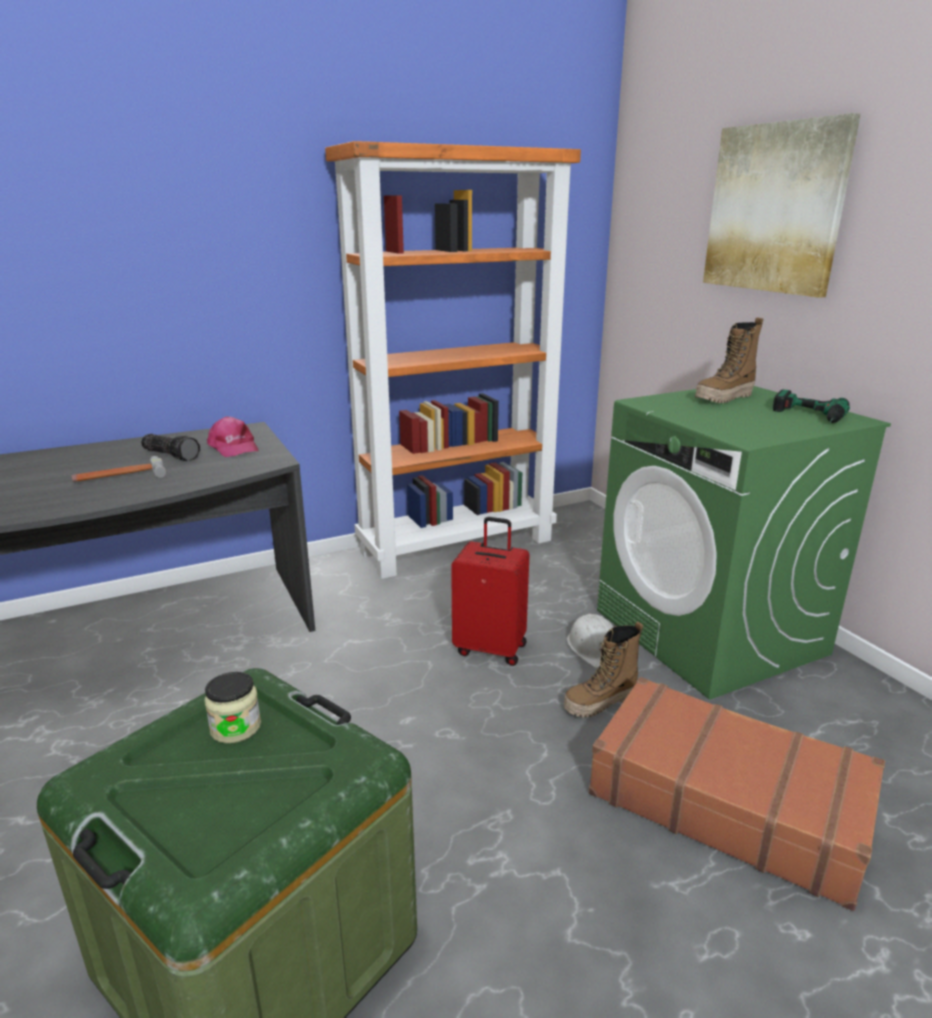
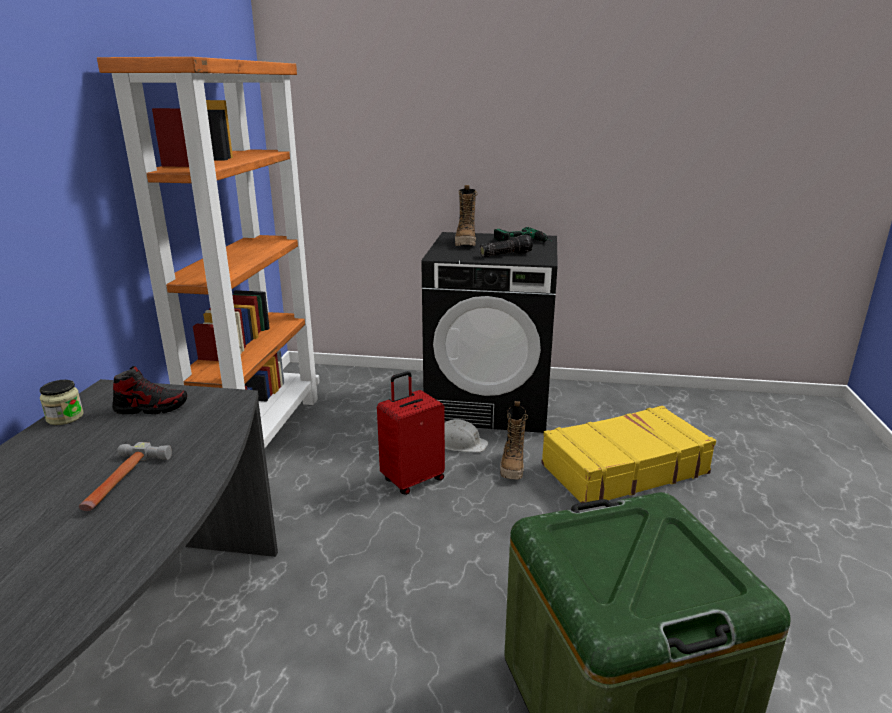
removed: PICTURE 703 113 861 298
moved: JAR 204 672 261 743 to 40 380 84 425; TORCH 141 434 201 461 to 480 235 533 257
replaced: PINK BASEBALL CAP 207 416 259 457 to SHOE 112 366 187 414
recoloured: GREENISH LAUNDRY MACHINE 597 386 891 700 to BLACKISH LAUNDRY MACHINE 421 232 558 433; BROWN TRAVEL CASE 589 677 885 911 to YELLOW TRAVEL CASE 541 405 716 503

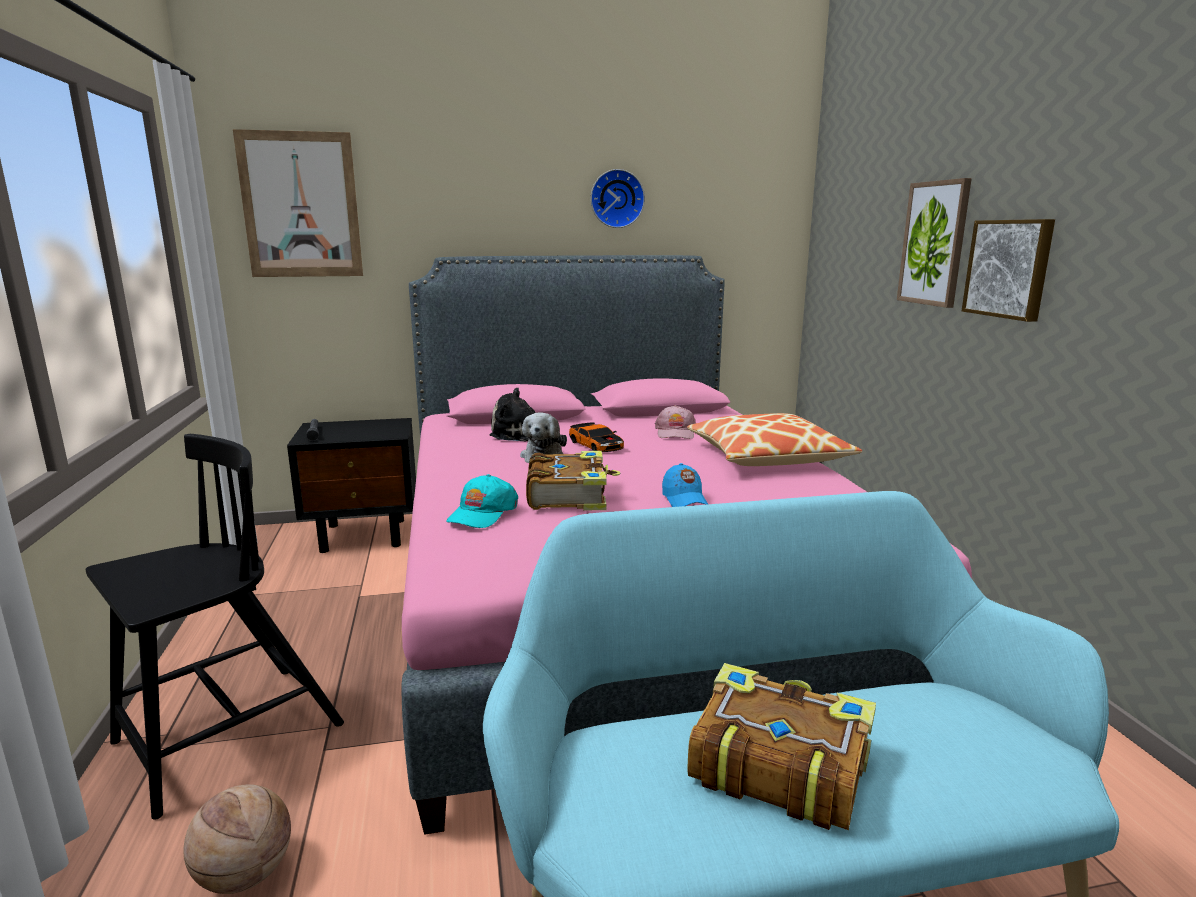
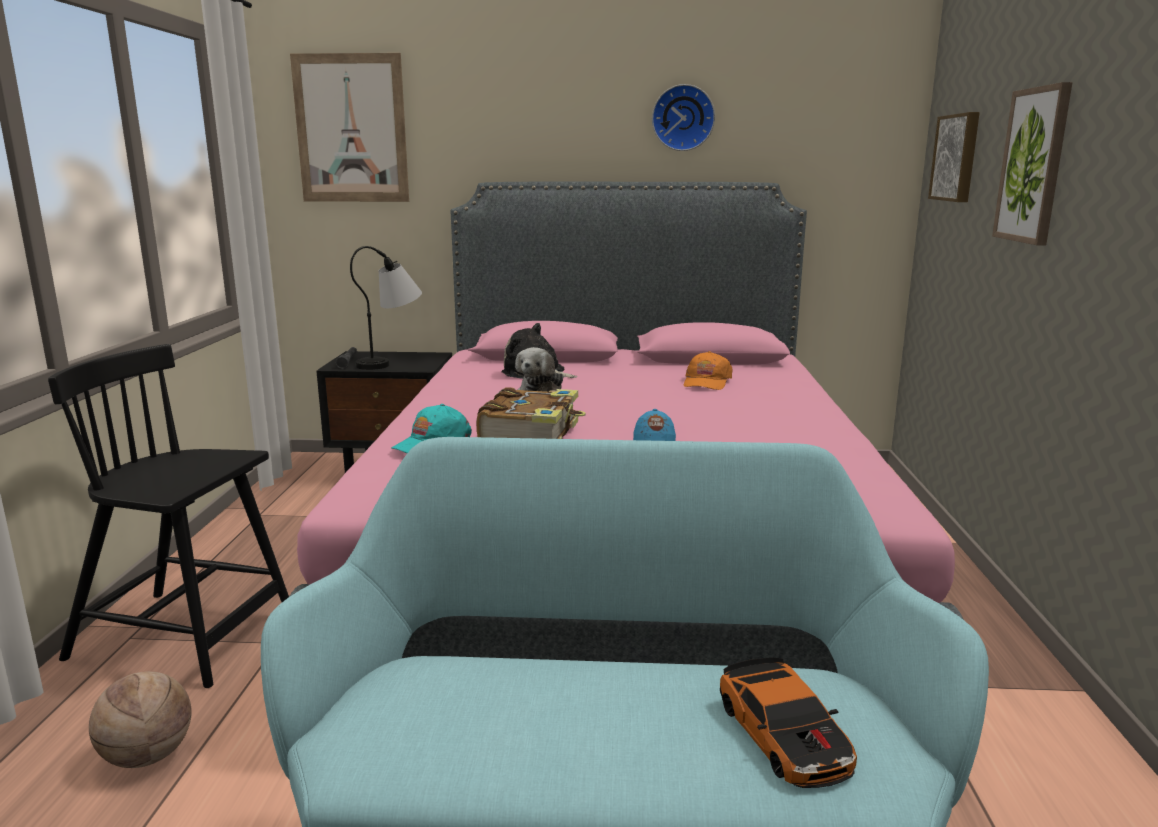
removed: CUSHION 687 413 862 466; BOOK 688 663 876 830
added: TABLETOP LAMP 350 246 422 370
moved: MINIATURE CAR 569 422 624 452 to 720 657 857 788; PICTURE 962 219 1055 322 to 928 112 980 202
recoloured: PINK BASEBALL CAP 655 405 696 439 to ORANGE BASEBALL CAP 683 351 733 390
turned: BLACKISH UPRIGHT CHAIR 86 434 344 820 = 48 344 289 688 135 degrees counterclockwise

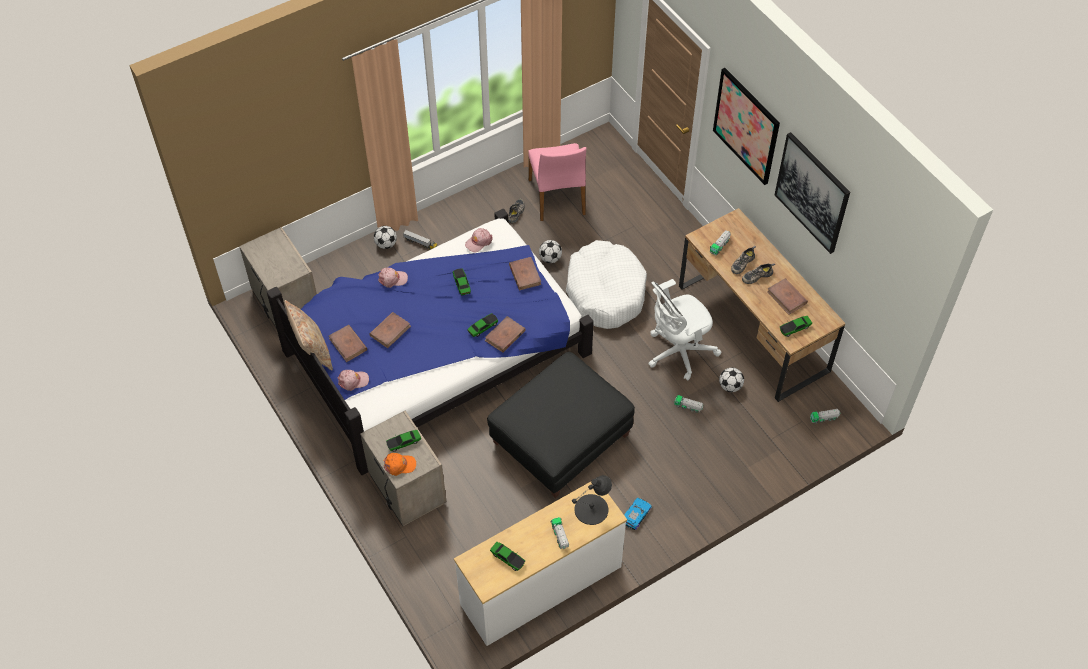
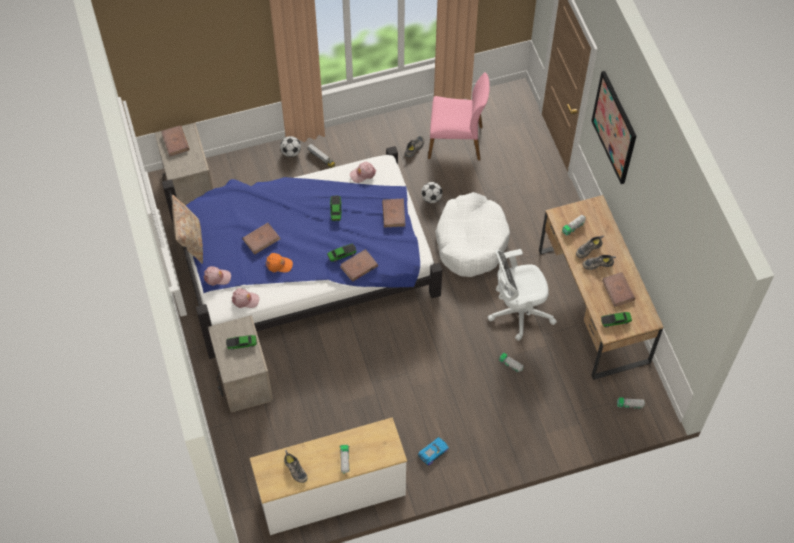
removed: BLACKISH FOOTREST 487 352 635 498; BLACKISH TABLETOP LAMP 572 475 612 525; FOOTBALL 719 368 744 392; PICTURE 775 132 850 254
moved: BROWN BOOK 329 325 367 362 to 161 125 190 157; PINK BASEBALL CAP 378 268 408 288 to 232 288 259 308; ORANGE BASEBALL CAP 383 453 416 476 to 266 253 293 272
replaced: MINIATURE CAR 490 542 525 571 to SHOE 284 450 308 483
turned: PINK UPRIGHT CHAIR 528 143 586 221 = 428 72 490 160 90 degrees counterclockwise

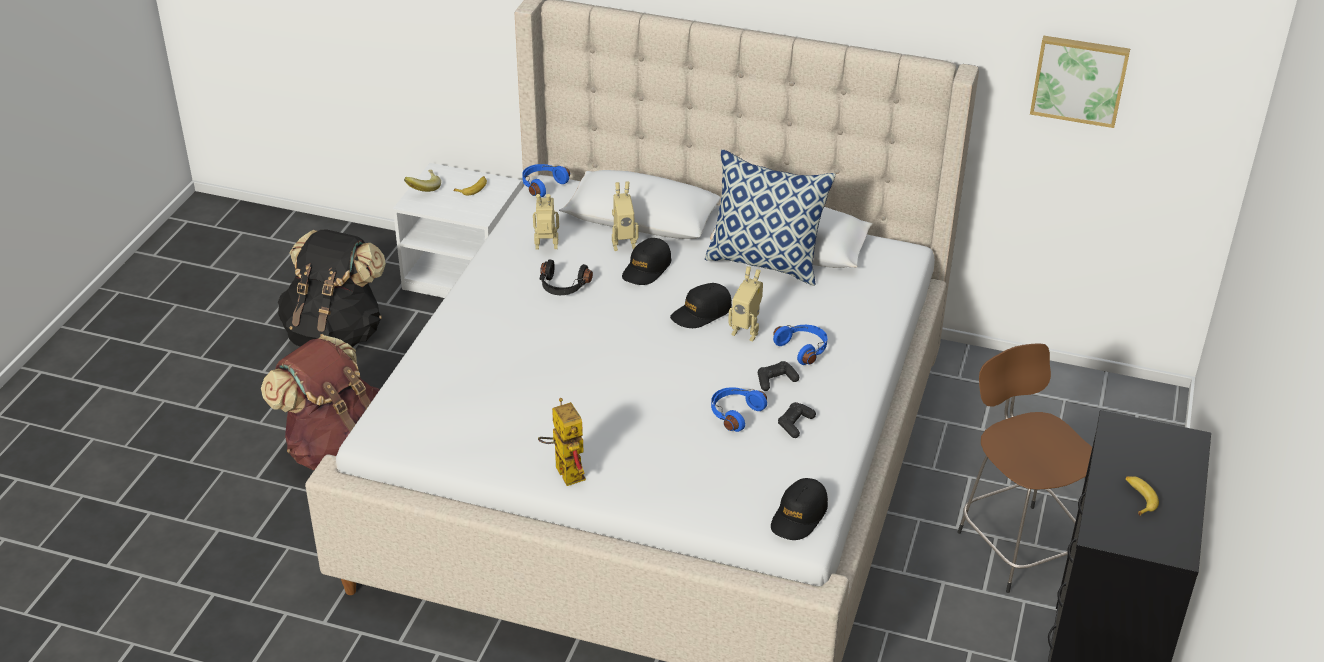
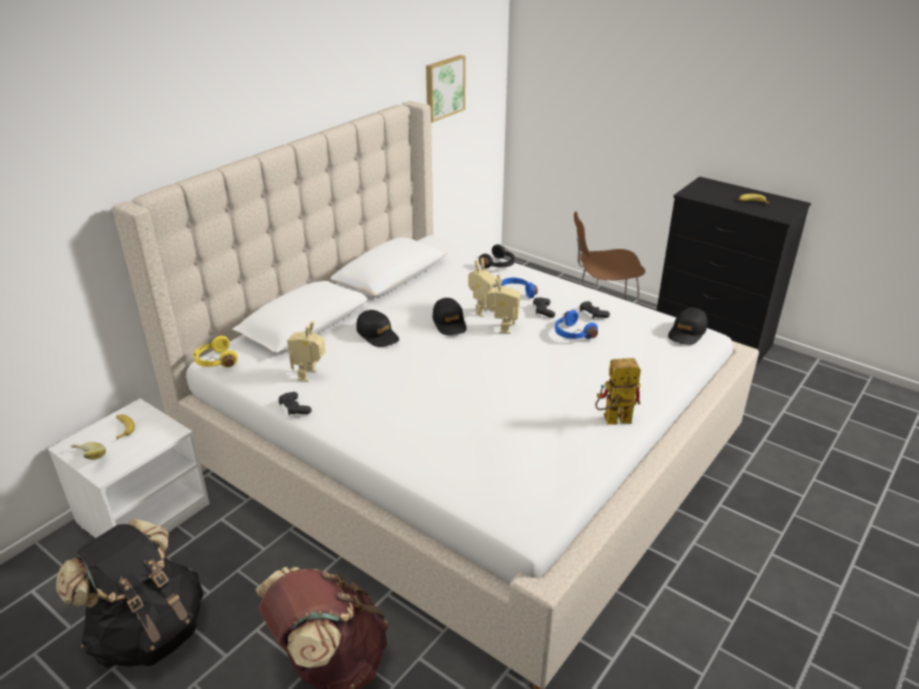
removed: CUSHION 705 149 836 286
added: BLACKISH GAMEPAD 279 392 312 416
moved: BLACKISH PAIR OF HEADPHONES 540 259 593 295 to 479 244 515 268; ROBOT FIGURE 612 181 639 251 to 487 274 520 334
recoloured: BLUE PAIR OF HEADPHONES 522 164 570 197 to YELLOW PAIR OF HEADPHONES 193 336 238 367
turned: BLACKISH BASEBALL CAP 771 478 828 540 = 668 307 707 345 75 degrees clockwise

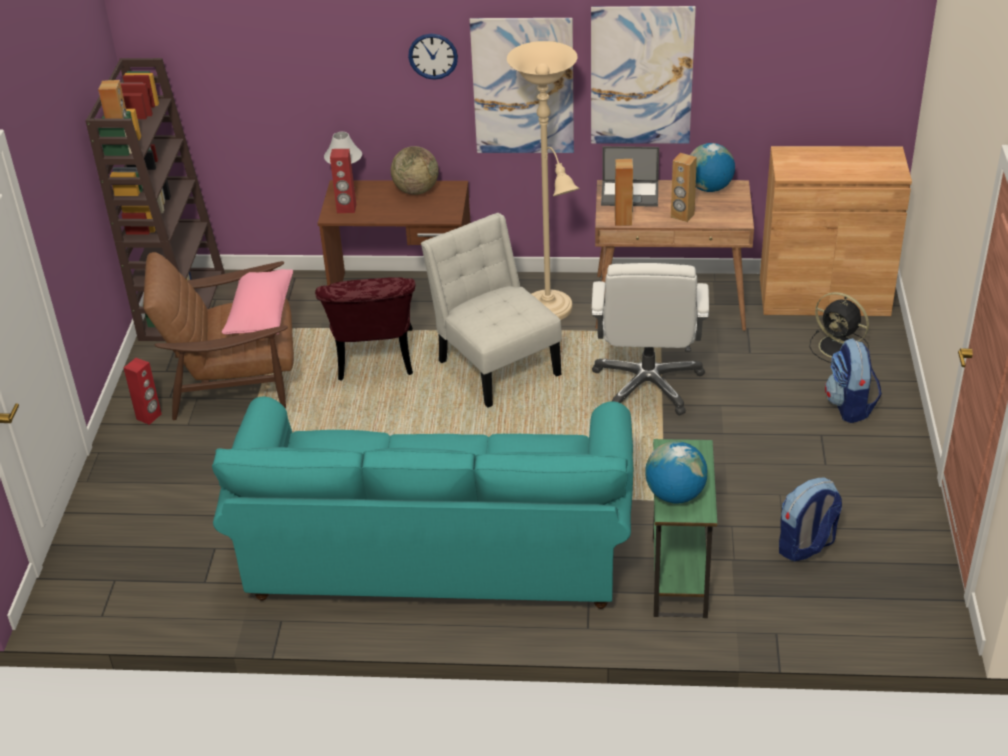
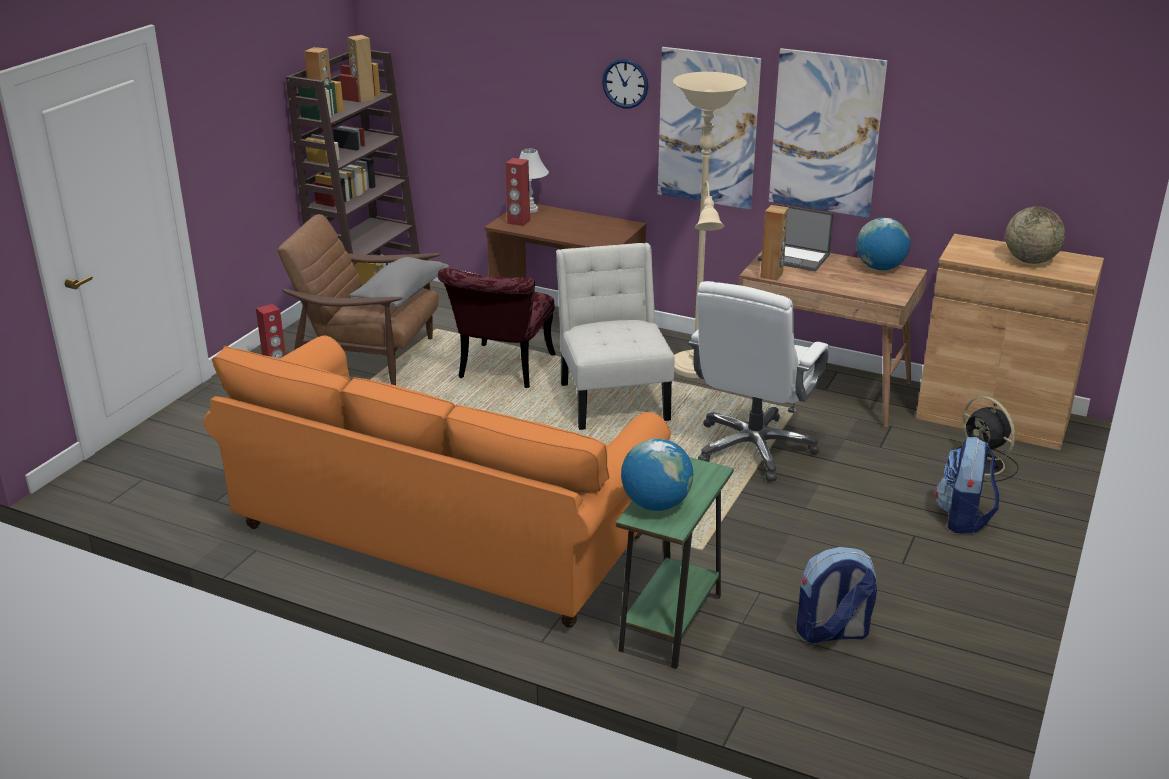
moved: BROWN LOUDSPEAKER 671 153 697 222 to 347 35 375 103; GLOBE 391 146 439 195 to 1005 206 1065 264
recoloured: TURQUOISE-COLOURED COUCH 212 396 633 609 to ORANGE COUCH 204 335 671 628; PINK CUSHION 222 269 293 335 to GRAY CUSHION 349 257 449 307

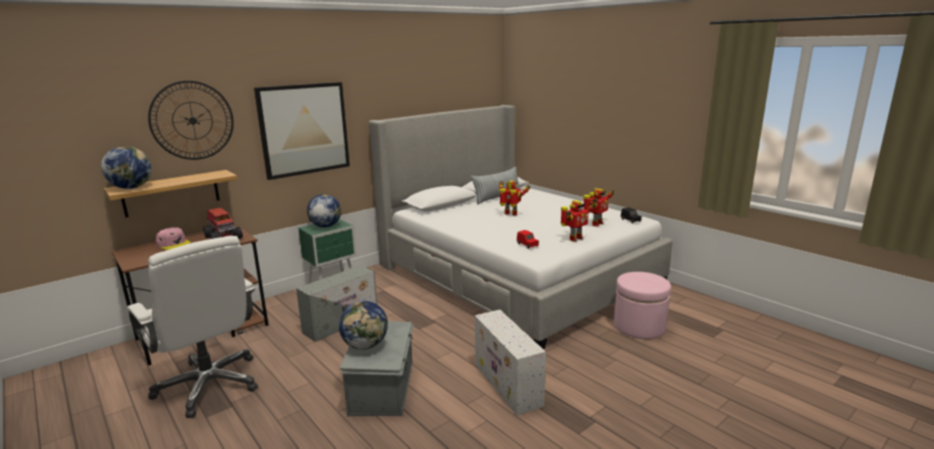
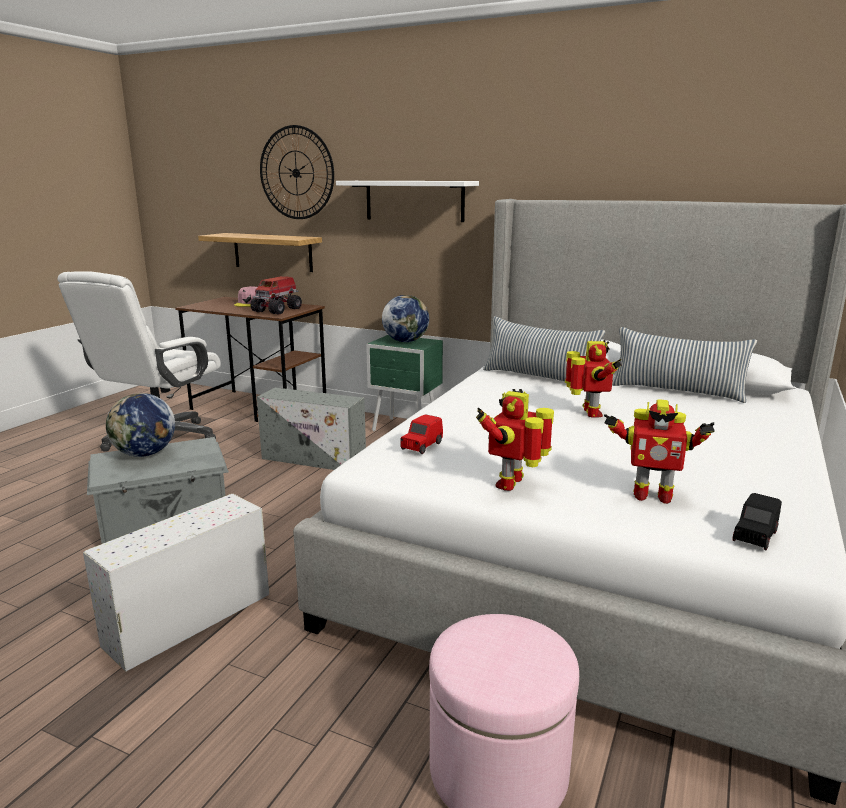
removed: GLOBE 101 146 152 189
added: CUSHION 483 316 605 381
replaced: PICTURE 254 82 350 180 to WHITE BRACKET SHELF 336 181 479 222
turned: ROBOT FIGURE 561 200 596 242 = 476 389 554 491 90 degrees clockwise

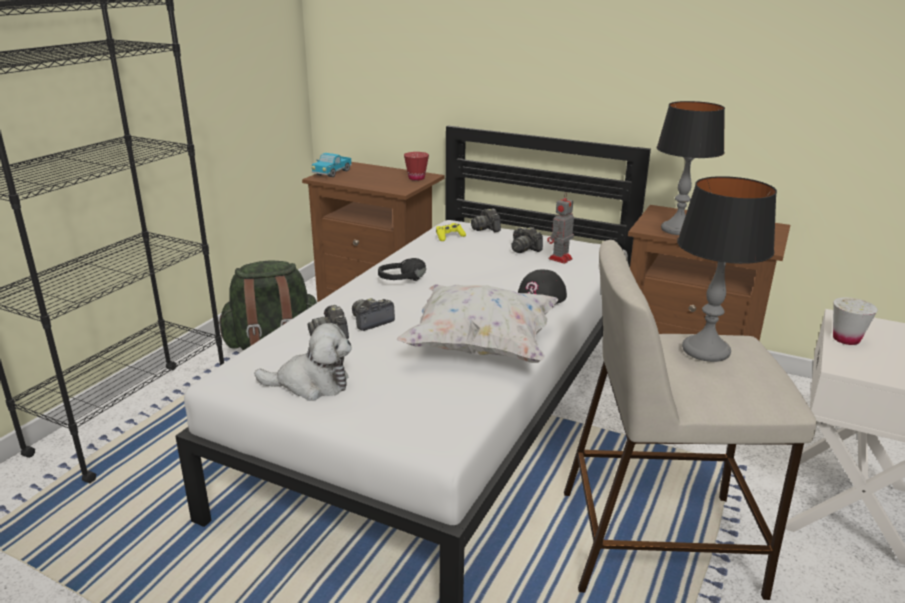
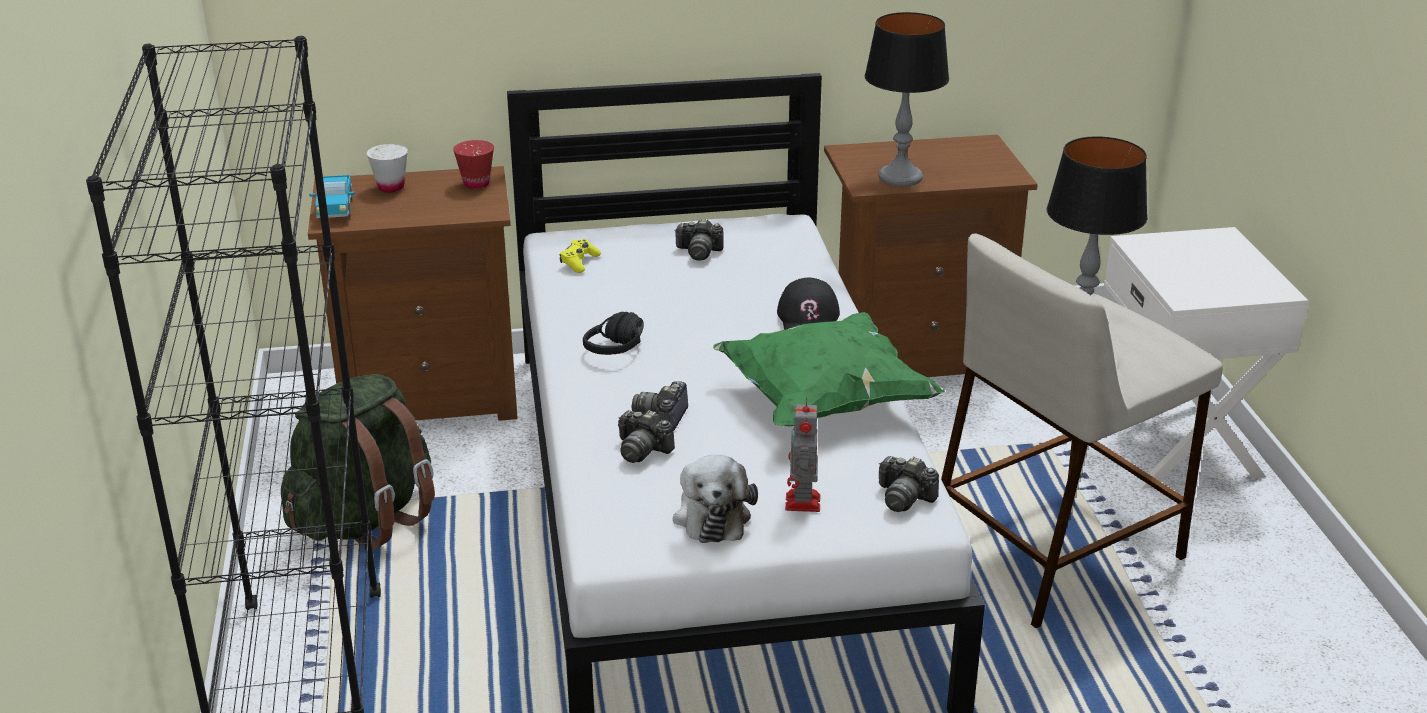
moved: WHITE CUP 833 297 878 345 to 367 144 408 193; ROBOT FIGURE 547 192 574 264 to 785 396 820 512; STILL CAMERA 471 208 501 232 to 879 456 939 512
recoloured: WHITE CUSHION 397 284 558 363 to GREENISH CUSHION 713 312 945 426
turned: PLUSH TOY 254 323 352 401 = 673 455 758 543 120 degrees clockwise

